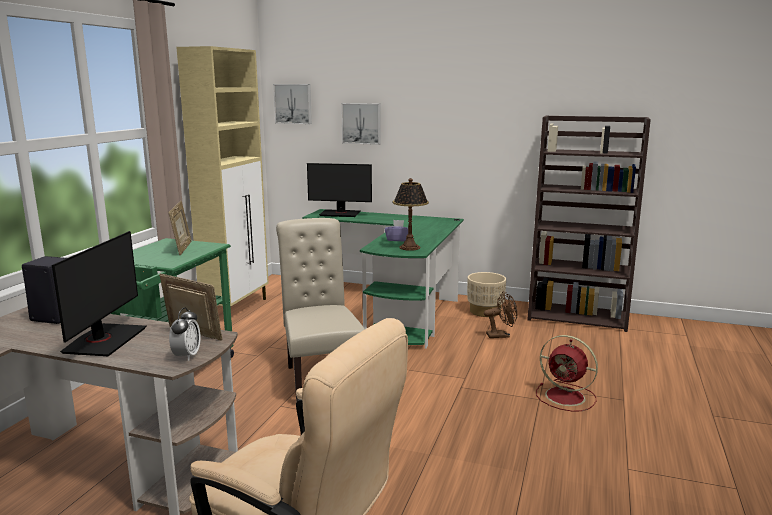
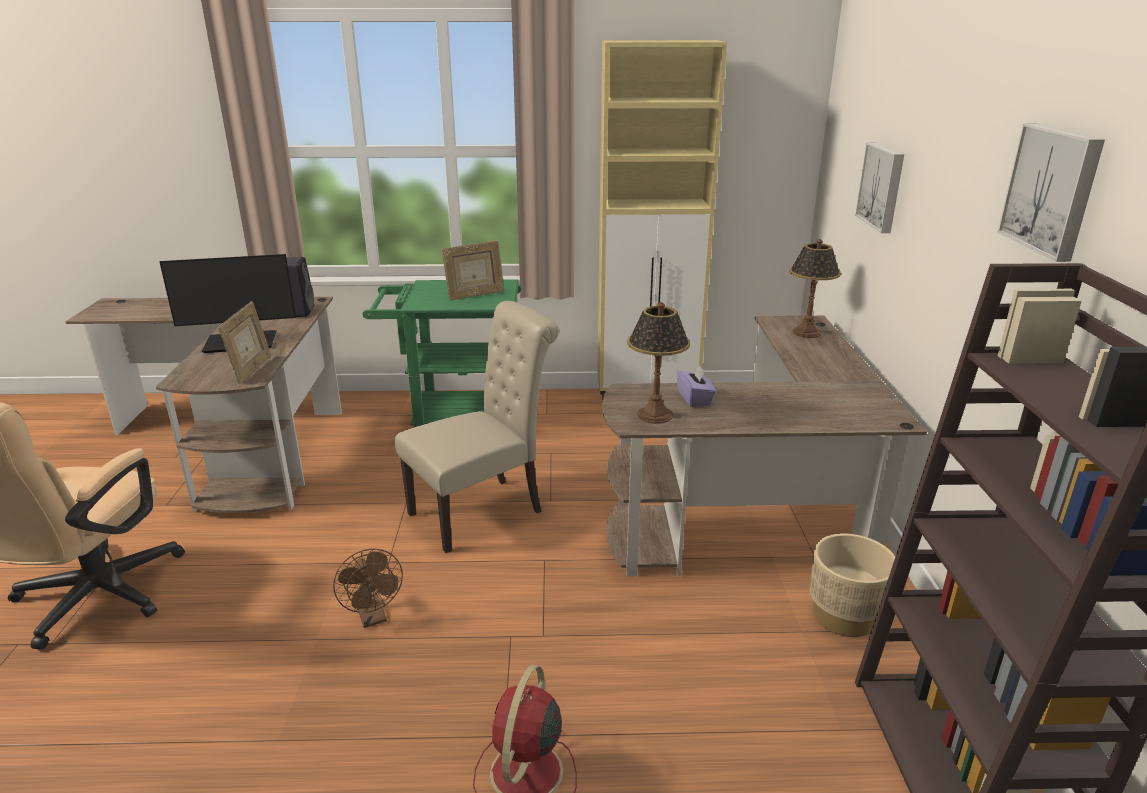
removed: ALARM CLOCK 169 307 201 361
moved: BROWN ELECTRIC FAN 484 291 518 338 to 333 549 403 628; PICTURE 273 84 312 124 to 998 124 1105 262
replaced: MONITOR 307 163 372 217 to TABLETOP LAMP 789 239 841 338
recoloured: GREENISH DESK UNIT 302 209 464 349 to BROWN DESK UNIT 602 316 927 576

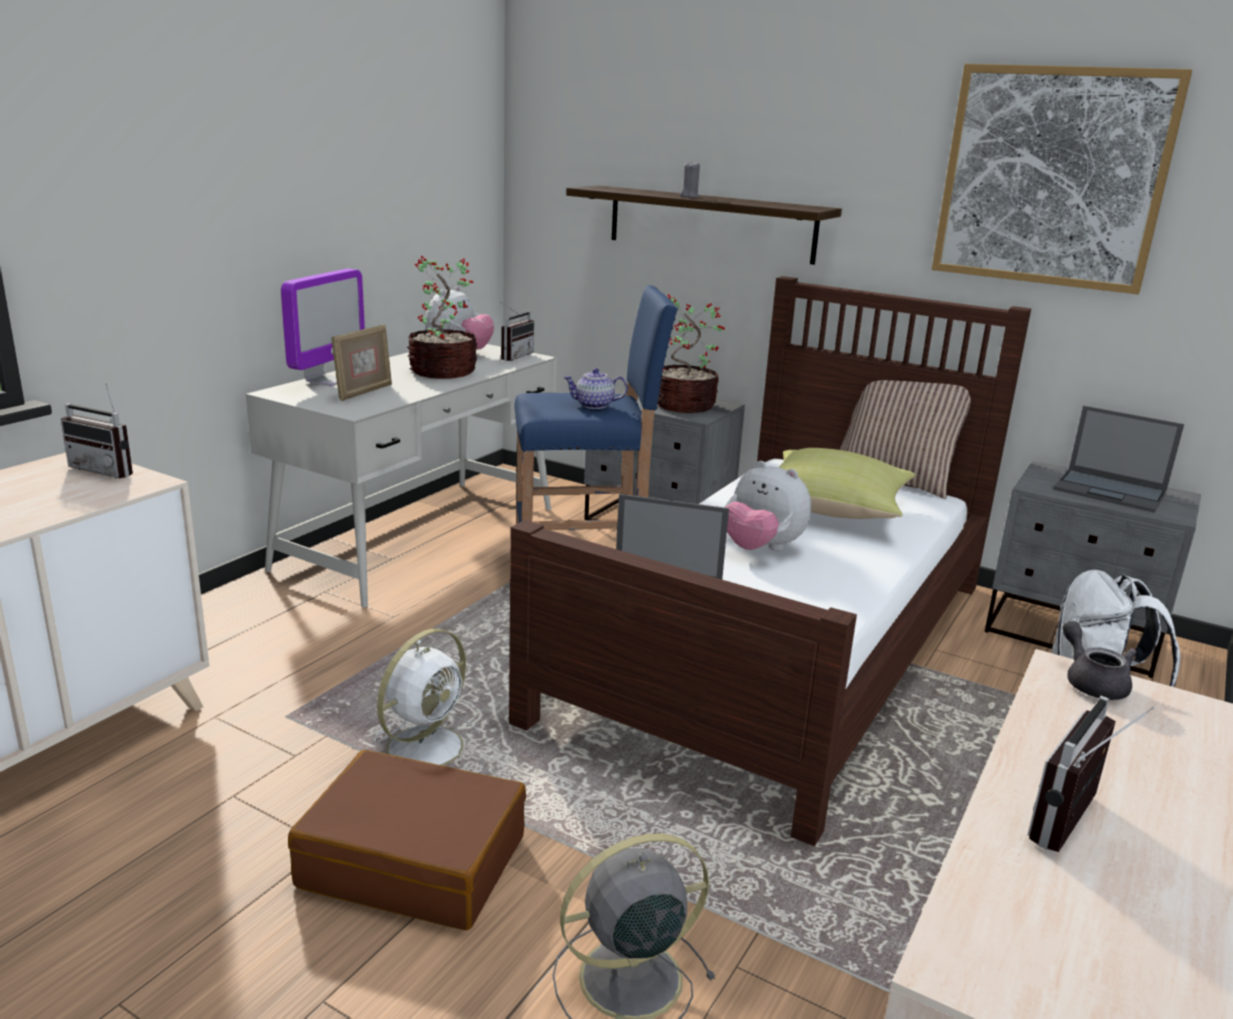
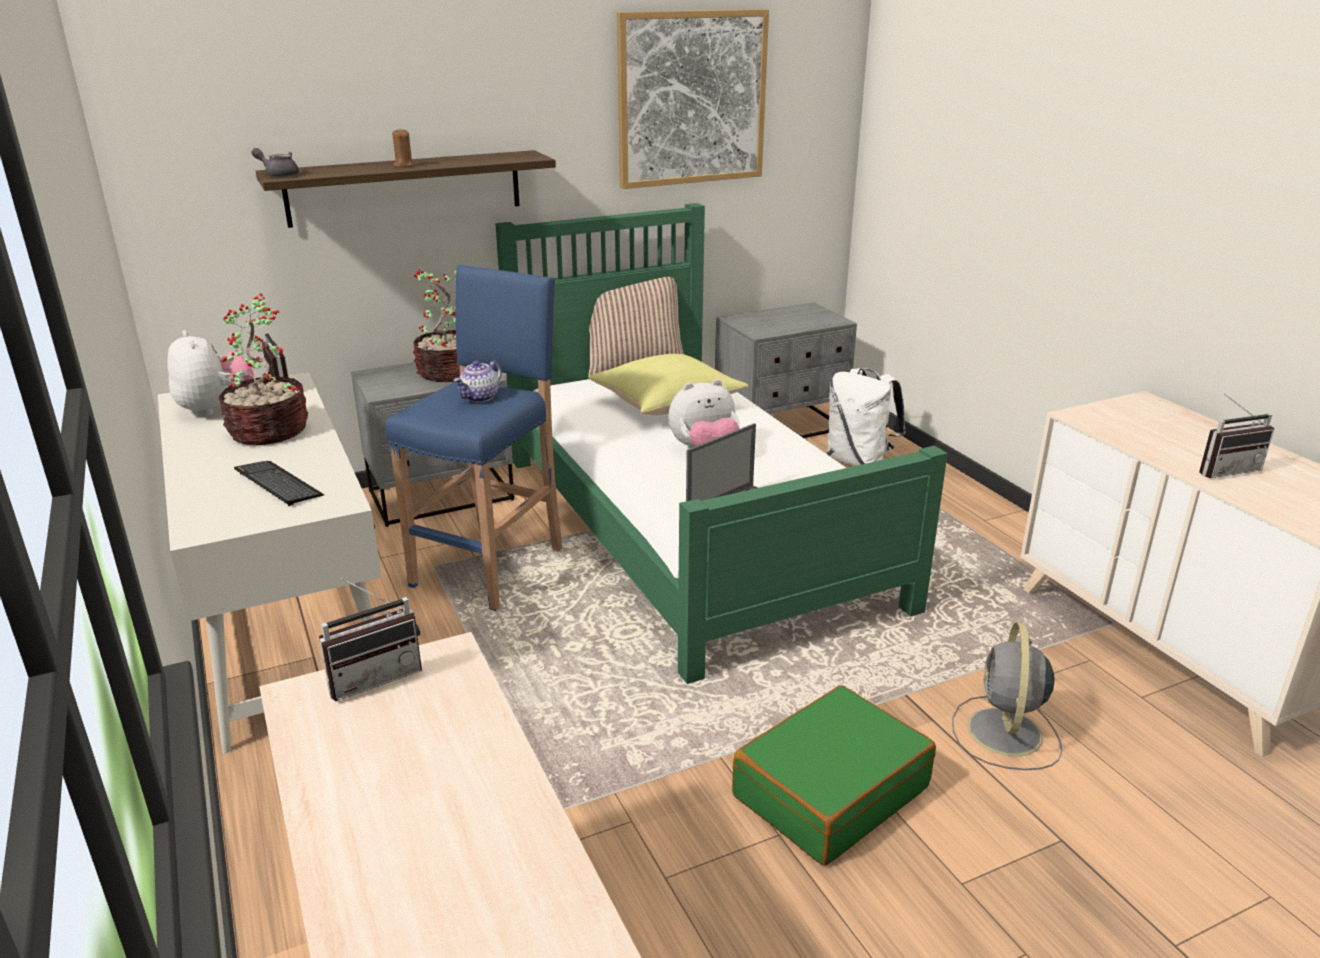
removed: MONITOR 281 269 365 386; WHITE ELECTRIC FAN 374 628 480 769; LAPTOP 1053 406 1184 513
moved: GRAY POT FOR TEA 1062 621 1137 700 to 252 148 299 177
replaced: STANDING FRAME 331 324 392 401 to KEYBOARD 234 461 324 506
recoloured: GRAY WAX LIGHT 680 161 700 198 to BROWN WAX LIGHT 392 128 414 167; BROWN BED 509 276 1031 846 to GREENISH BED 495 203 948 684; BROWN TRAVEL CASE 288 750 526 930 to GREENISH TRAVEL CASE 732 685 936 866
turned: RADIO SET 1028 696 1154 852 = 1199 394 1274 478 90 degrees counterclockwise

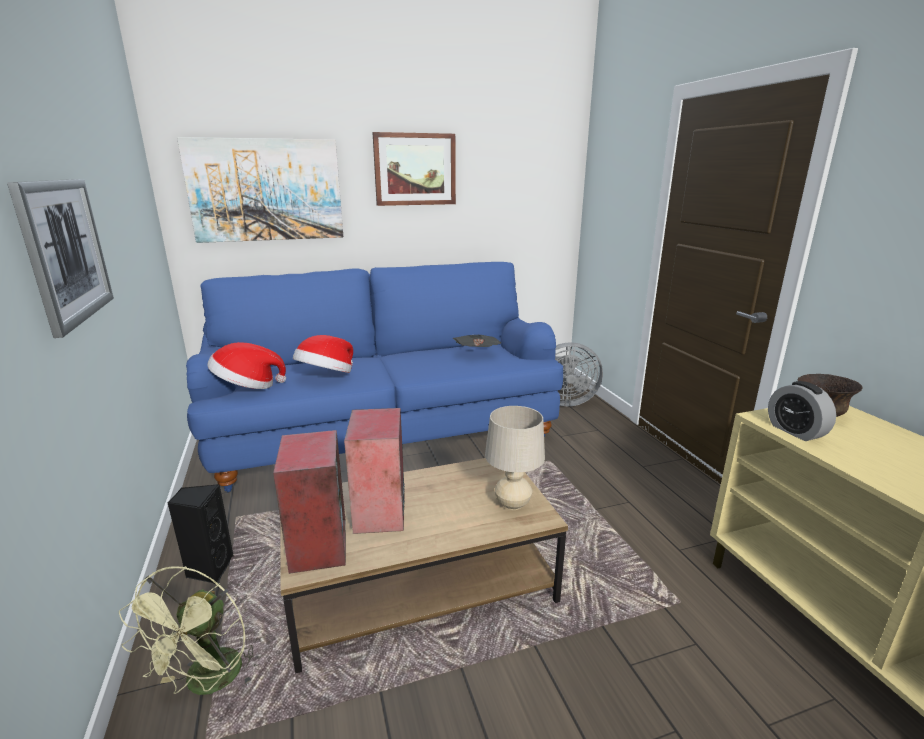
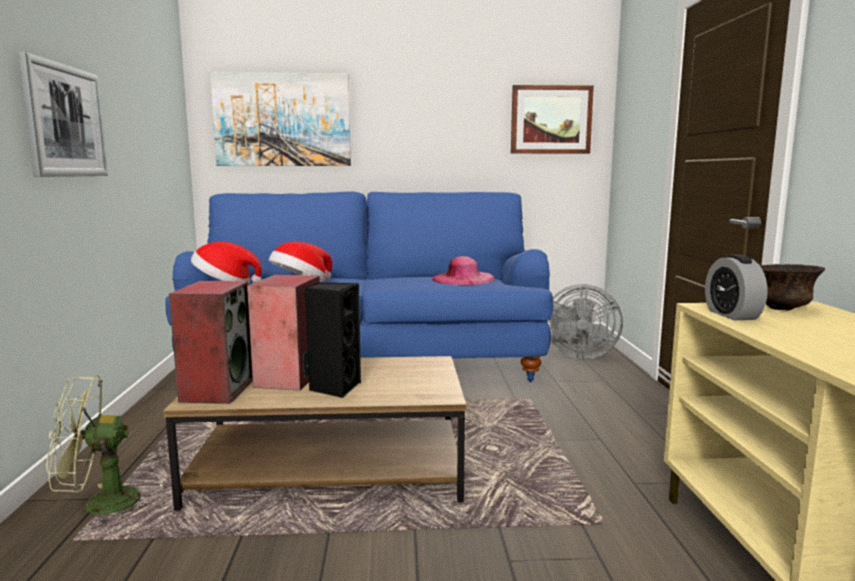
removed: BEIGE-COLOURED TABLETOP LAMP 485 406 545 510
moved: BLACKISH LOUDSPEAKER 167 484 234 584 to 305 283 361 398; PICTURE 372 132 456 206 to 511 85 594 154
replaced: PRINTED PAPER 453 335 501 347 to PINK WEARABLE HAT 432 256 495 285
turned: GREENISH ELECTRIC FAN 119 566 259 695 = 46 375 147 525 45 degrees clockwise

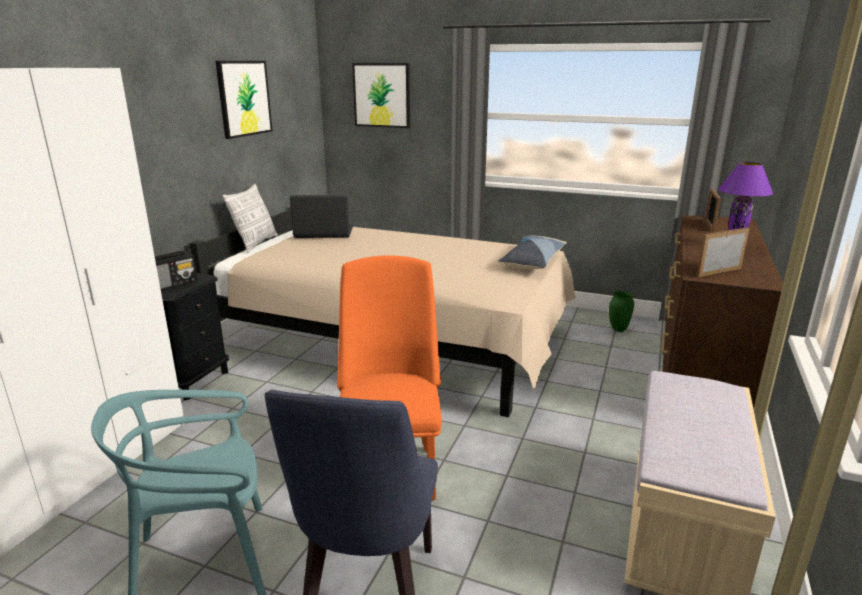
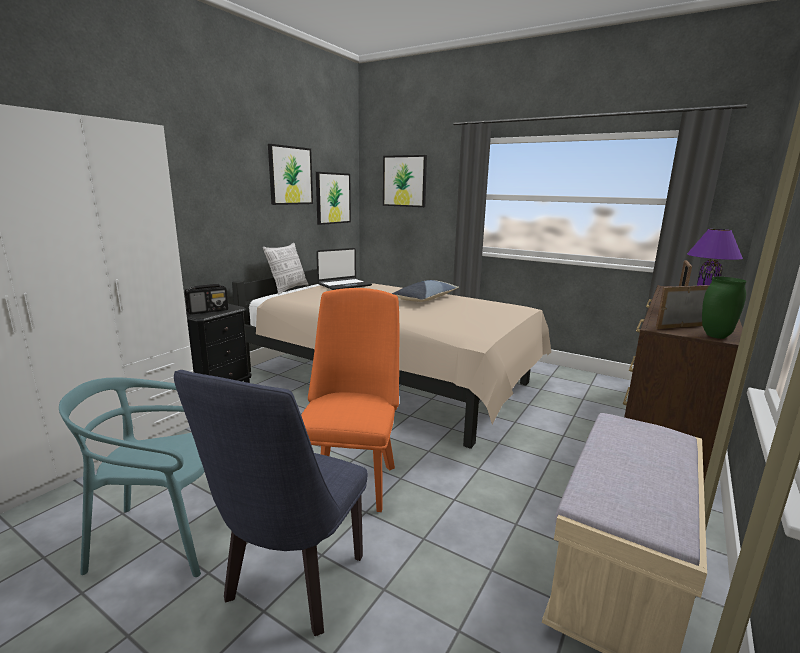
added: PICTURE 316 172 351 225
moved: CUSHION 498 236 567 269 to 392 280 459 302; GREENISH FLOWER VASE 609 291 634 332 to 702 277 747 339
turned: LAPTOP 290 195 353 238 = 316 248 372 290 135 degrees clockwise

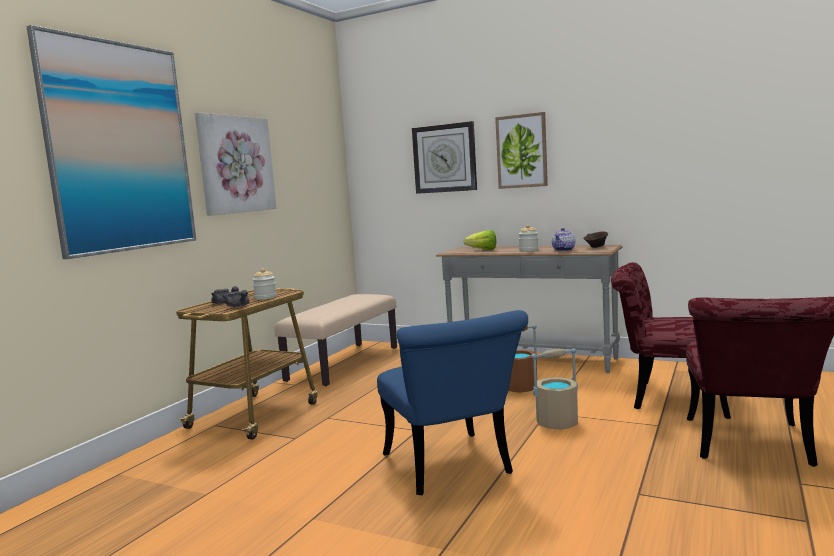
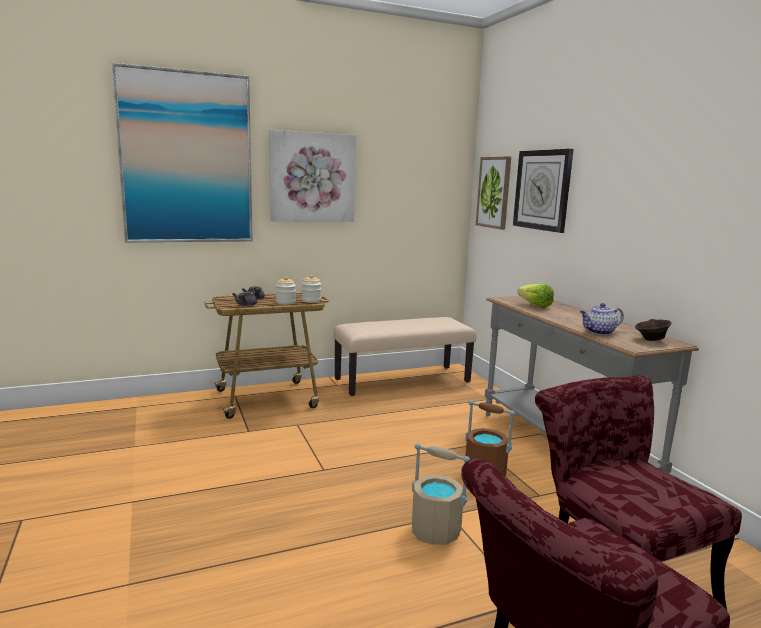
removed: BLUE UPRIGHT CHAIR 377 310 528 495
moved: JAR 519 225 538 252 to 301 275 321 303; PICTURE 495 112 548 189 to 476 156 511 230

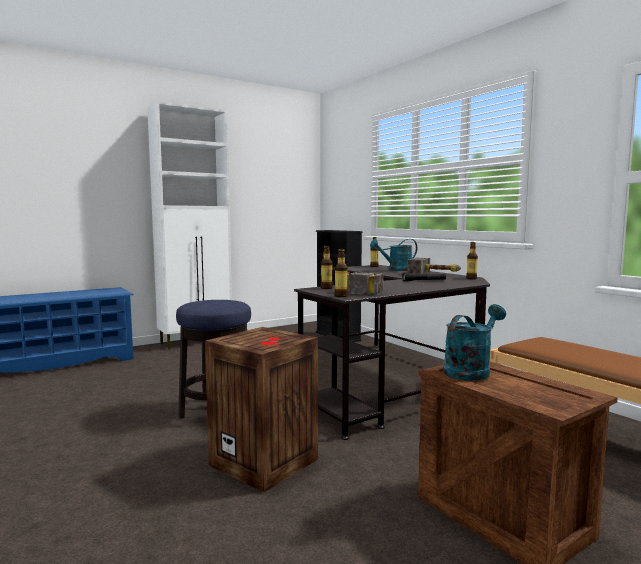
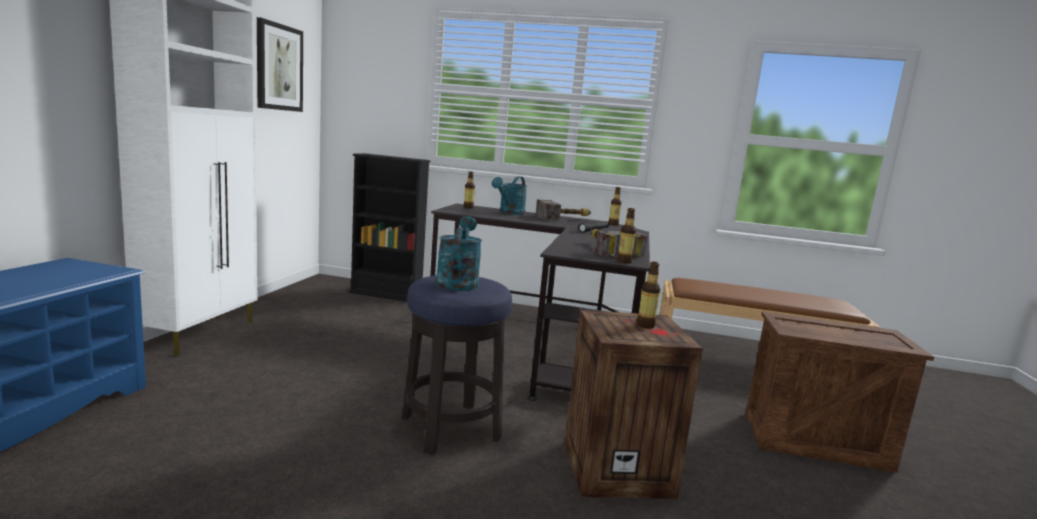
added: PICTURE 257 17 303 112
moved: TURQUOISE-COLOURED WATERING POT 443 304 506 381 to 435 216 482 291; DRINK BOTTLE 321 246 333 289 to 637 262 660 328

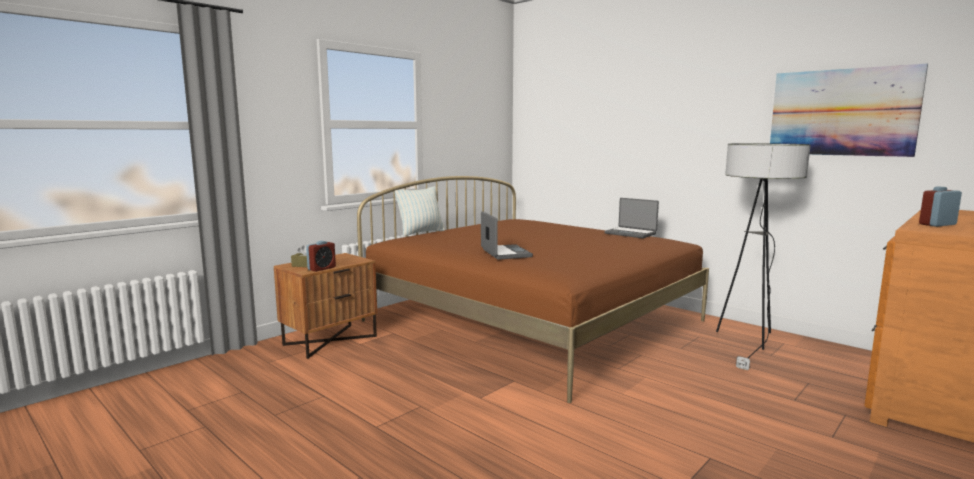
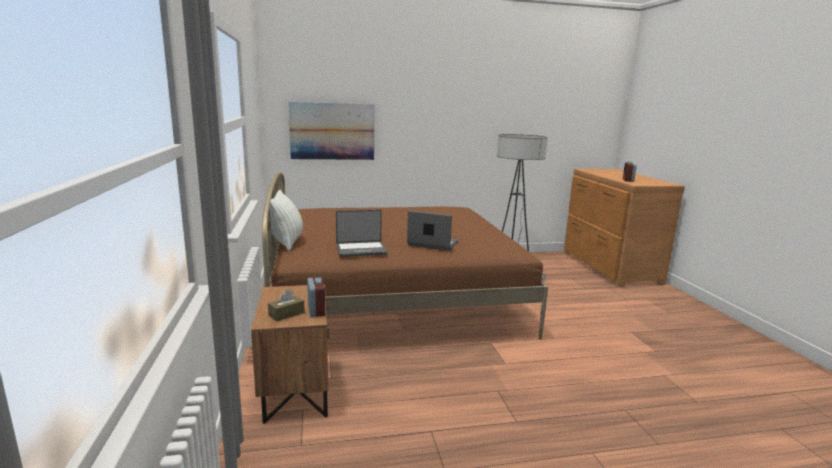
moved: PICTURE 770 64 928 157 to 288 102 375 160; LAPTOP 605 198 659 238 to 336 210 387 257

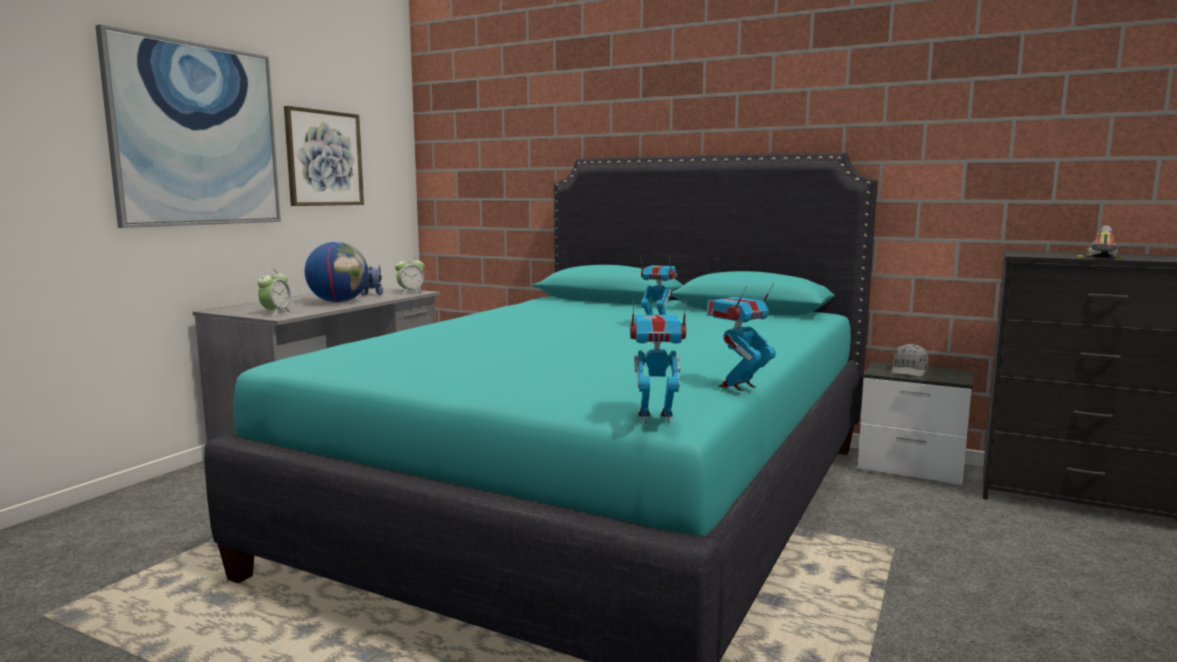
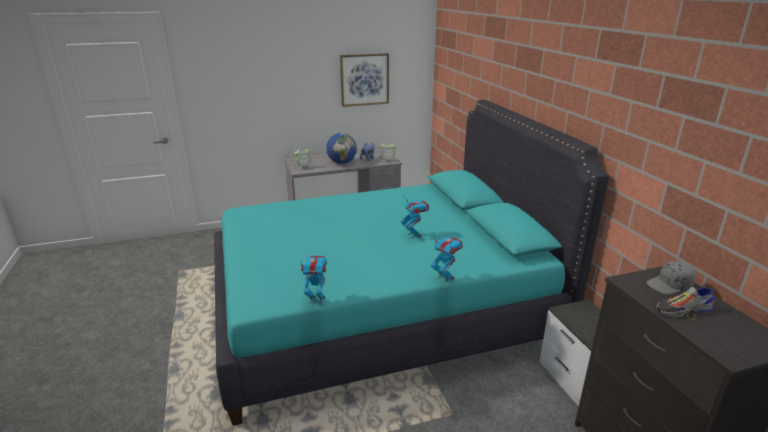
removed: PICTURE 95 24 281 228
moved: ROBOT FIGURE 630 301 686 423 to 431 237 463 282; GRAY BASEBALL CAP 891 344 928 376 to 646 261 696 295

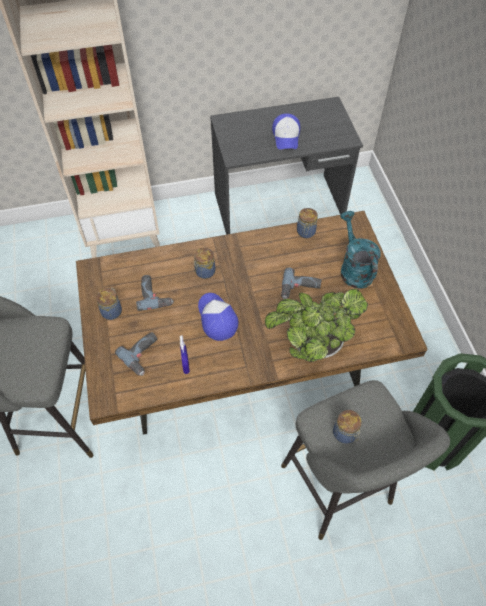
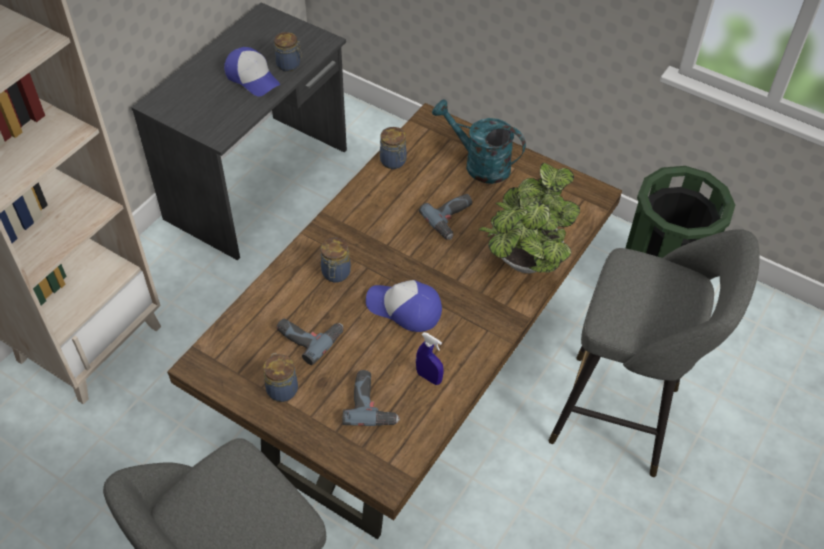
moved: JAR 333 410 361 444 to 274 32 302 72

